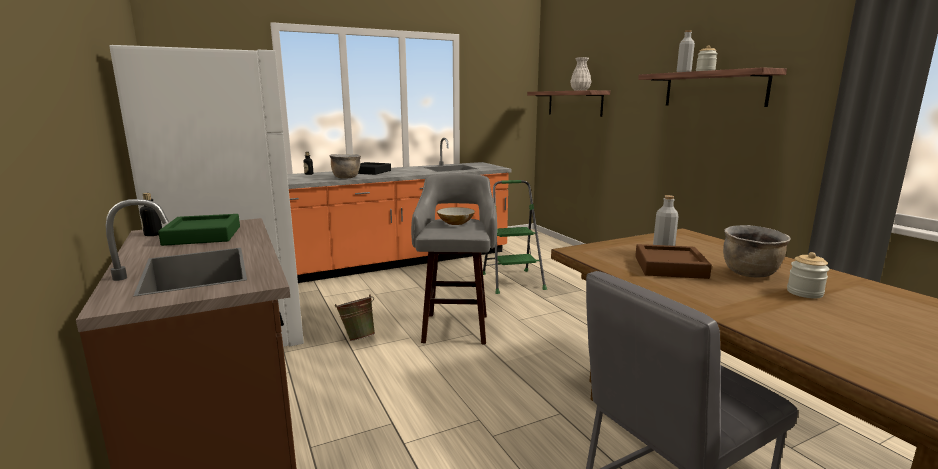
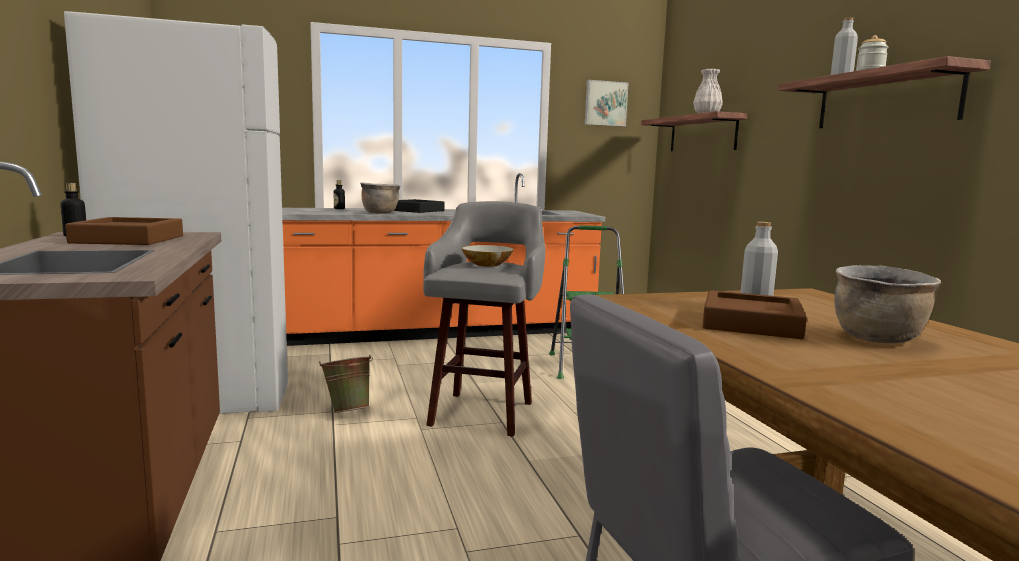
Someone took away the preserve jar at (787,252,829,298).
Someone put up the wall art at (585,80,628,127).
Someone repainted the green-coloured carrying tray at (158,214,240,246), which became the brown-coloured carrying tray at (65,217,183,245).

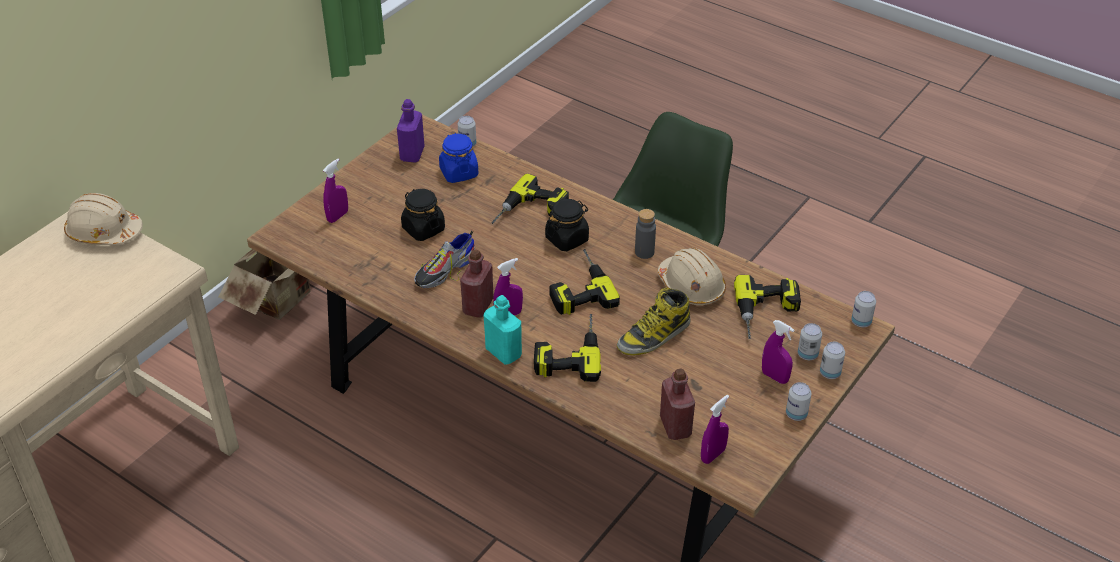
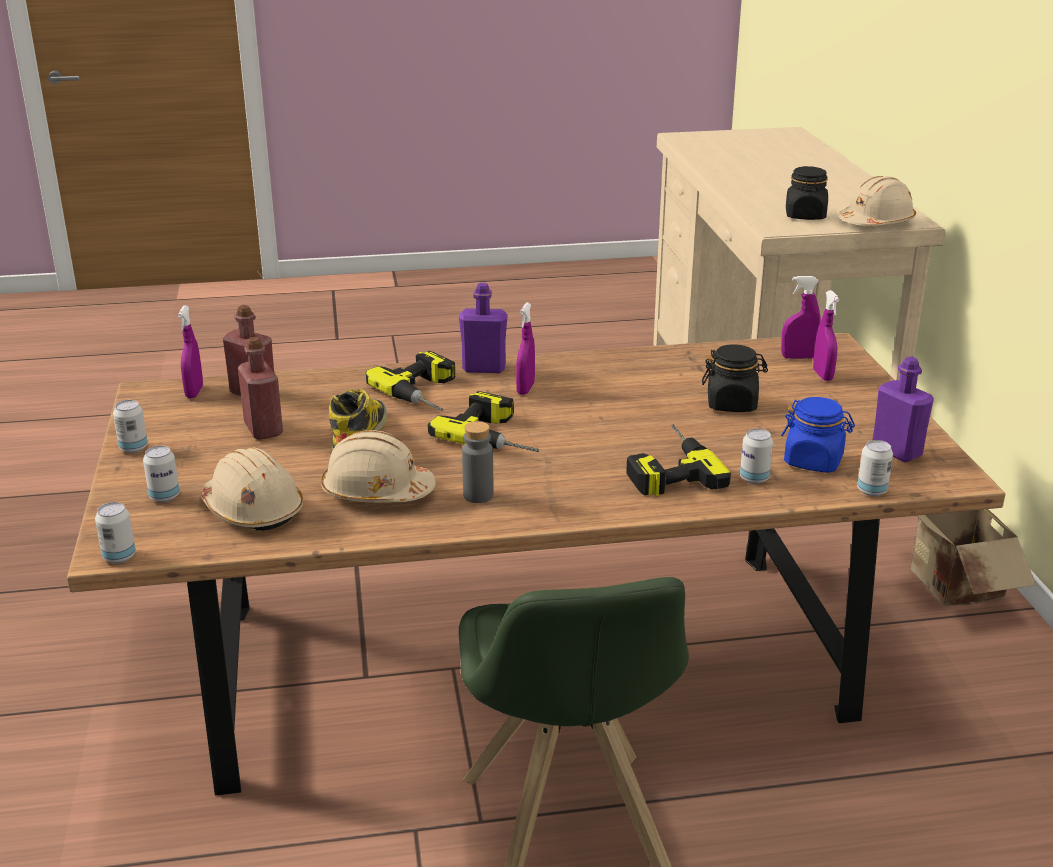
Someone took away the item of footwear at (414,231,475,288).
Someone carried the reddish beverage bottle from (460,249,494,317) to (238,337,283,440).
Someone carried the black preserve jar from (545,199,589,251) to (786,166,828,220).
Someone carried the purple-coloured sprayer from (762,320,795,384) to (781,276,821,359).
Someone carried the sealed can from (820,342,845,379) to (740,429,773,484).
Someone swapped the electric drill at (734,275,801,339) for the beige-coloured hard hat at (200,448,303,531).
Someone repainted the blue-green beverage bottle at (484,295,522,365), which became the purple-coloured beverage bottle at (459,283,508,373).

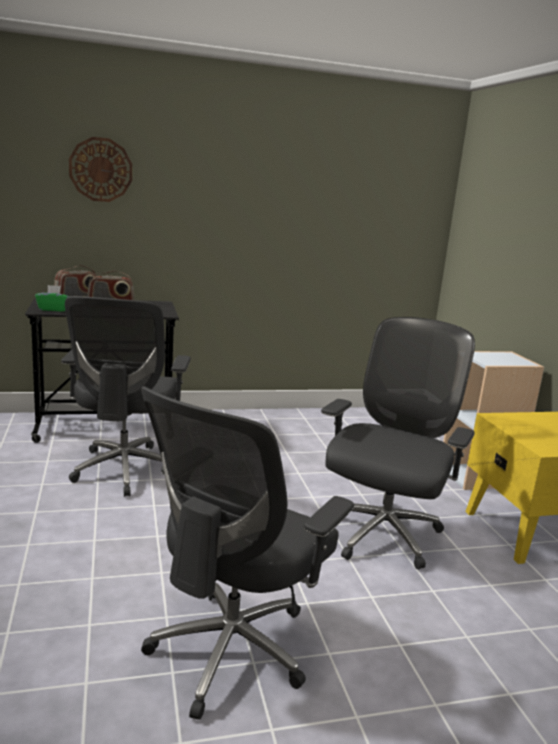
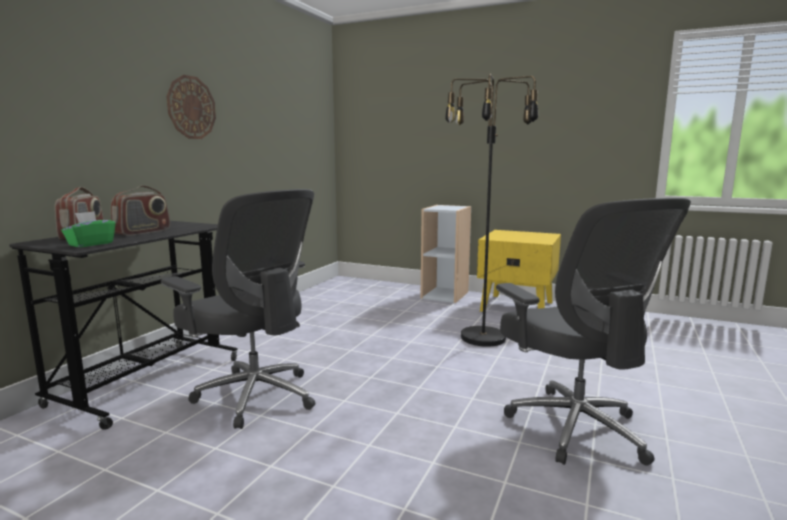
Someone carried the wall clock from (69,137,132,202) to (167,75,216,139).
Someone swapped the office chair at (321,317,475,570) for the standing lamp at (445,74,538,347).

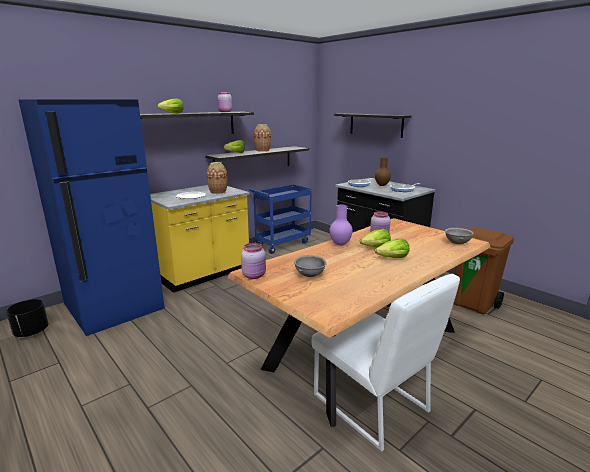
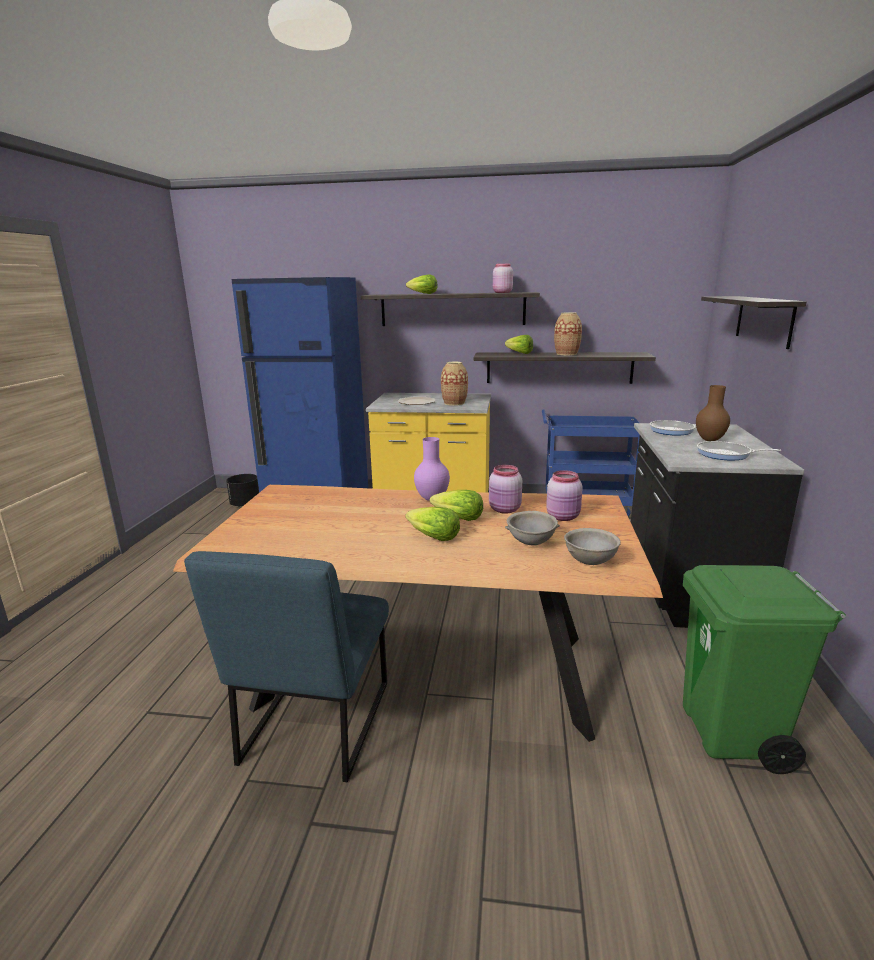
Someone carried the pinkish preserve jar from (241,243,266,279) to (546,470,583,521).
Someone carried the greyish bowl from (294,255,327,277) to (505,511,560,545).
Someone repainted the whitish upright chair at (312,274,460,452), which became the bluish upright chair at (184,551,389,782).
Someone repainted the brown-coloured waste bin at (454,228,514,314), which became the green-coloured waste bin at (683,565,846,774).

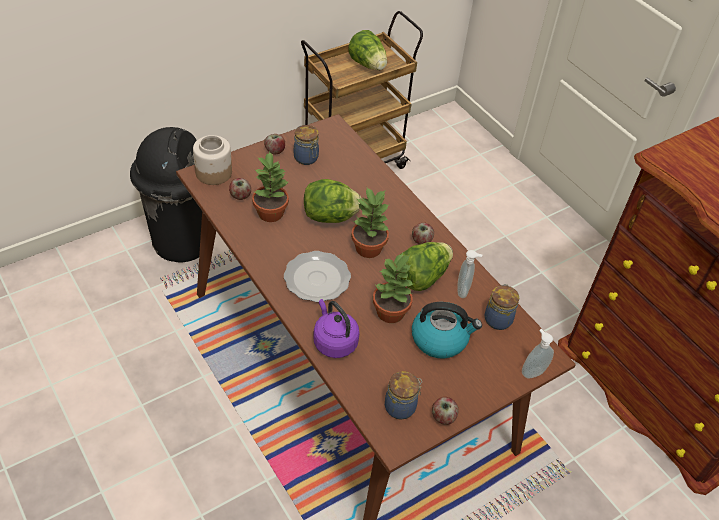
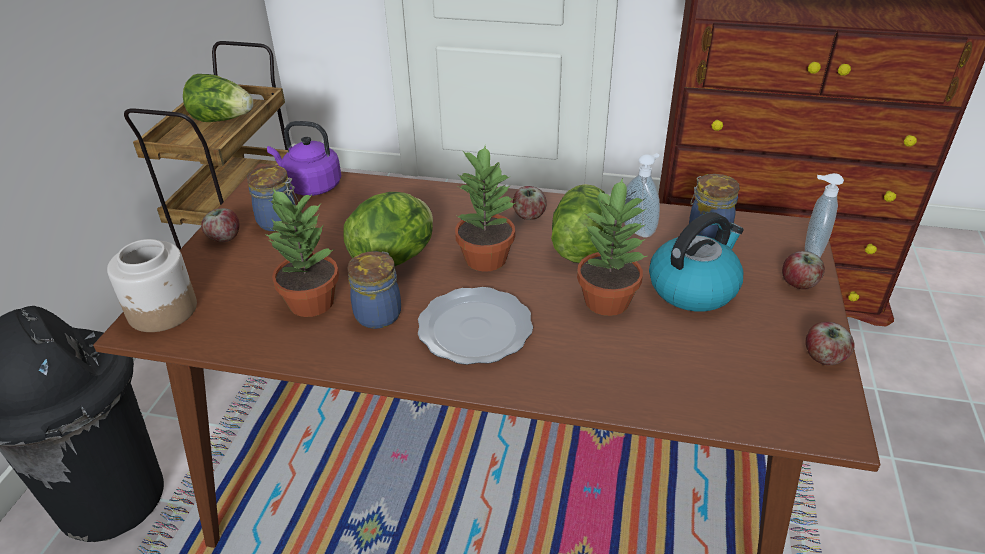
Someone carried the apple fruit from (229,178,251,200) to (782,251,825,289).
Someone carried the purple-coloured water kettle from (313,299,360,358) to (267,121,341,196).
Someone carried the preserve jar from (385,371,422,420) to (347,251,401,329).

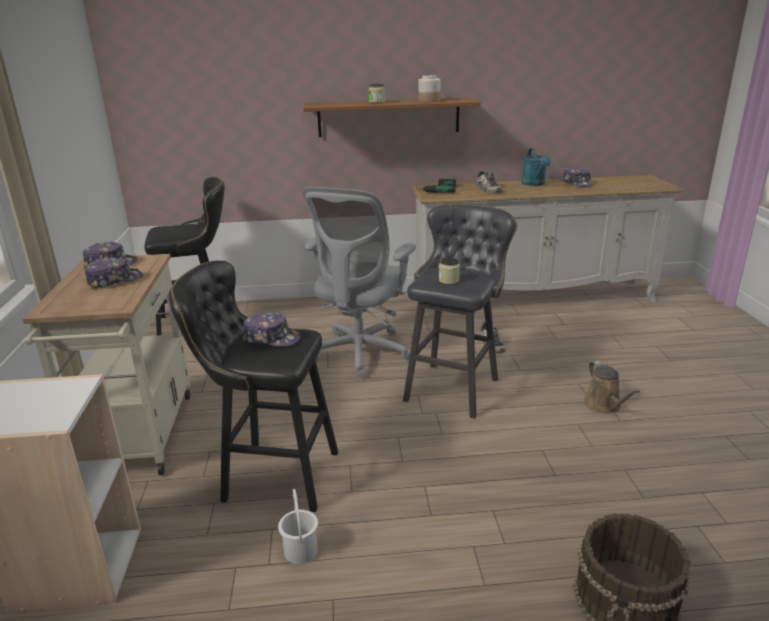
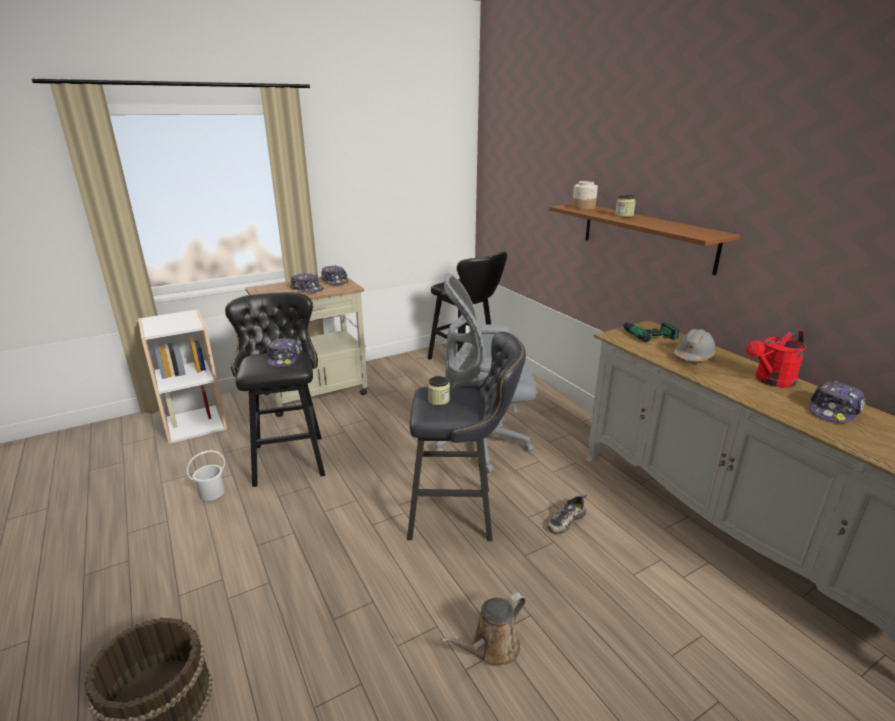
Someone carried the preserve jar from (418,75,440,102) to (572,181,598,210).
Someone swapped the item of footwear at (476,170,502,194) for the greyish hard hat at (673,329,716,361).
Someone repainted the blue-green sprinkling can at (522,148,551,186), which became the reddish sprinkling can at (746,329,806,388).

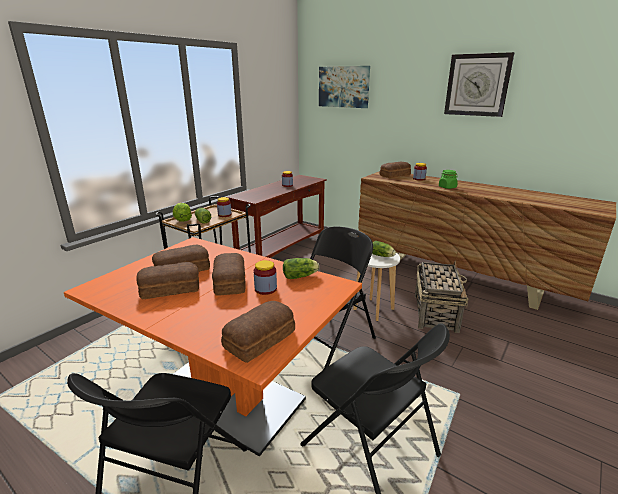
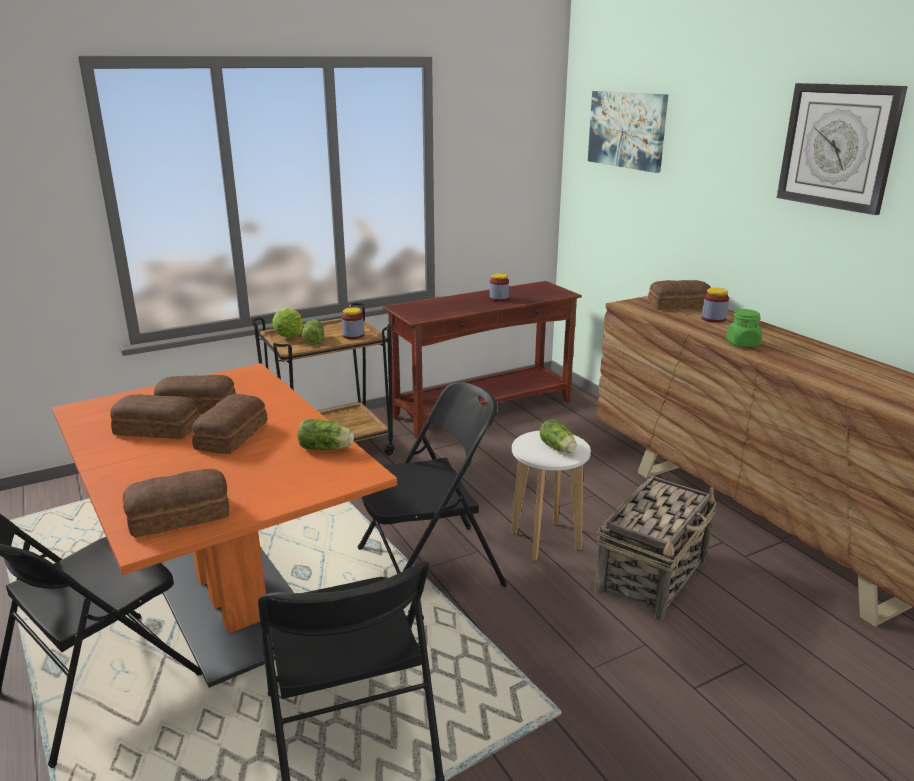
Someone took away the preserve jar at (254,260,277,295).

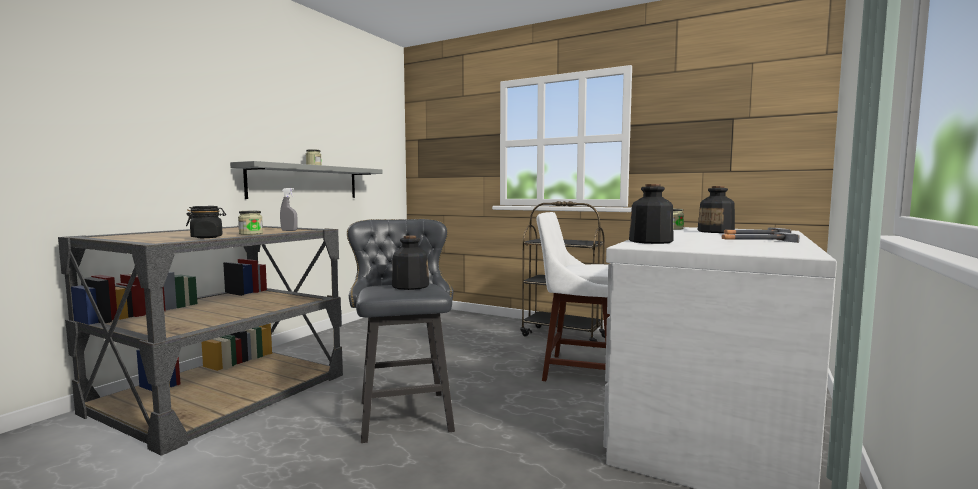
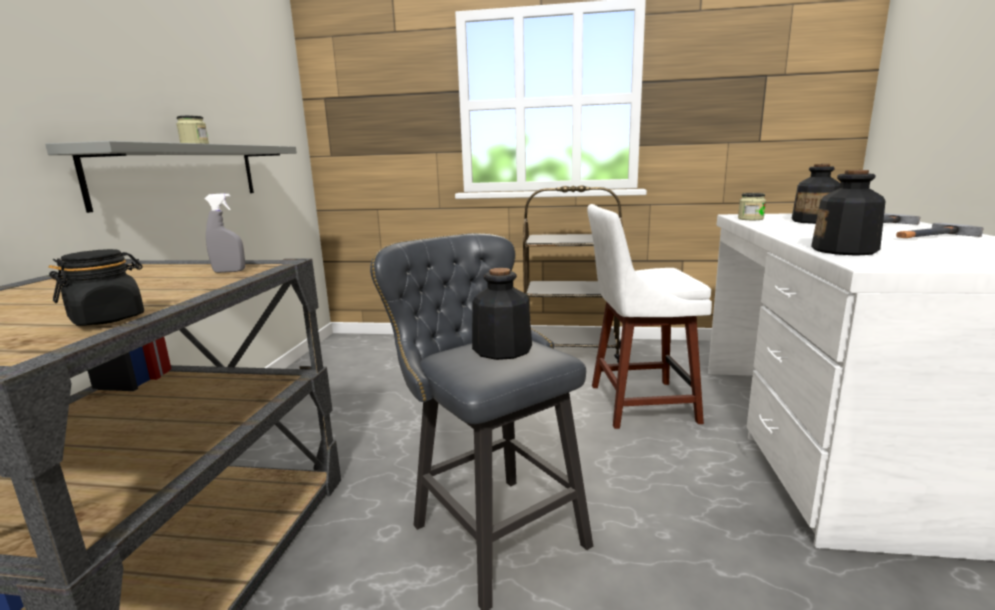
Someone took away the preserve jar at (238,211,263,235).

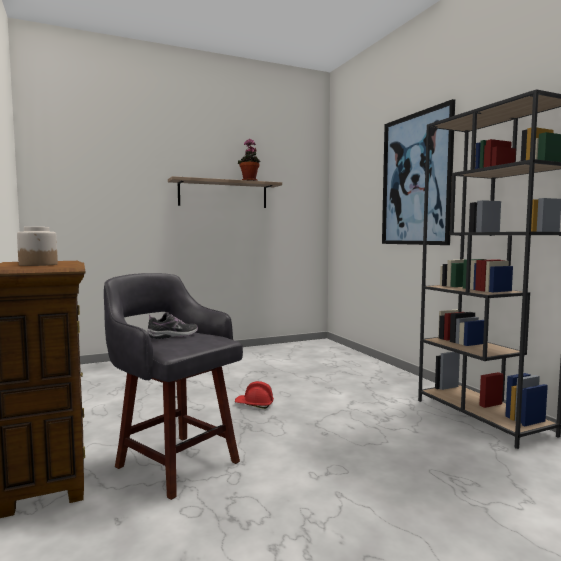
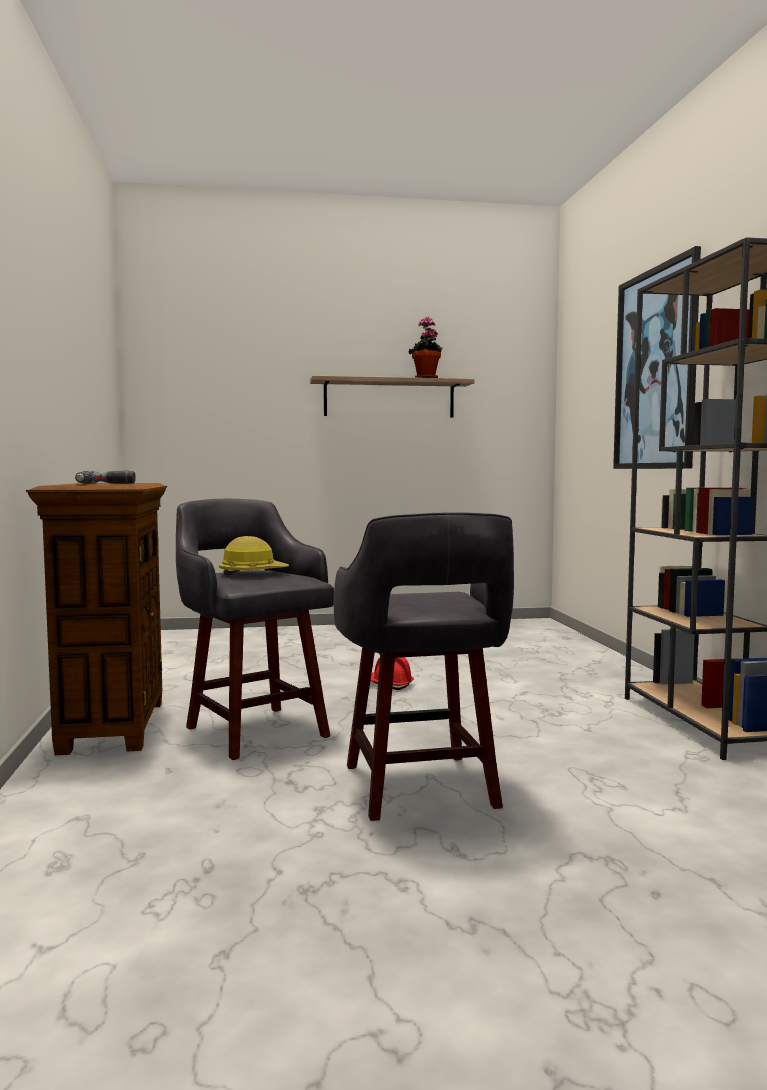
Someone put down the greyish stool seat at (333,512,514,821).
Someone swapped the preserve jar at (17,227,58,266) for the electric drill at (75,470,136,484).
Someone swapped the item of footwear at (147,312,198,339) for the hard hat at (219,536,289,575).

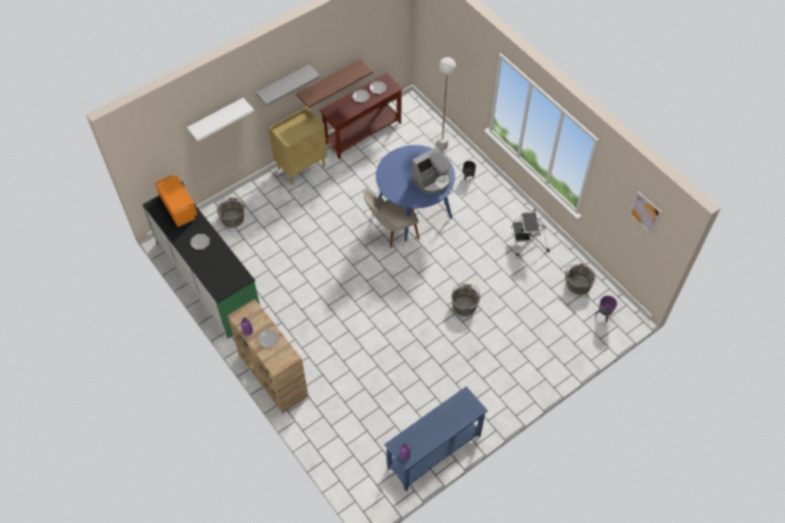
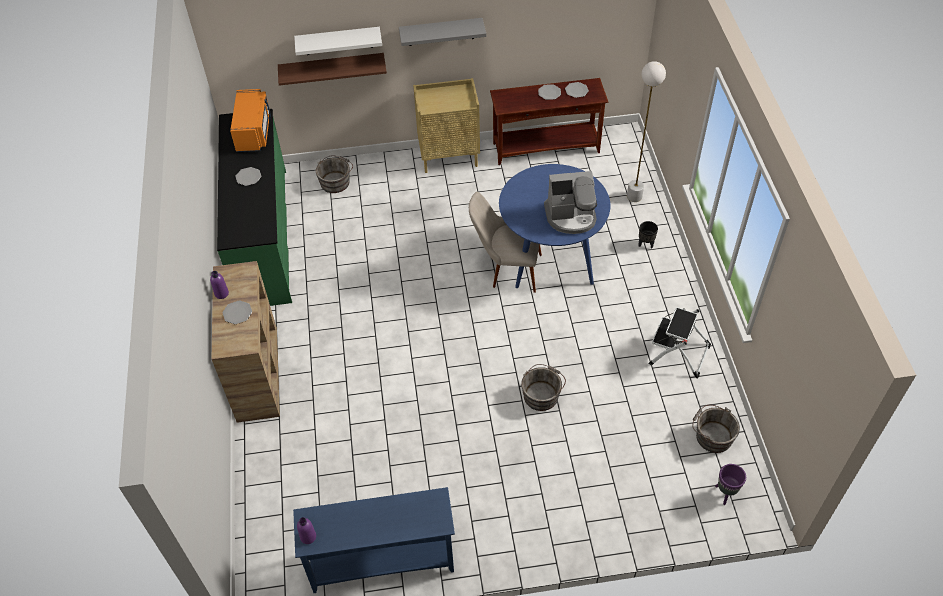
Someone took away the wall art at (629,191,661,235).
Someone carried the wall shelf from (296,60,373,108) to (278,53,387,86).

